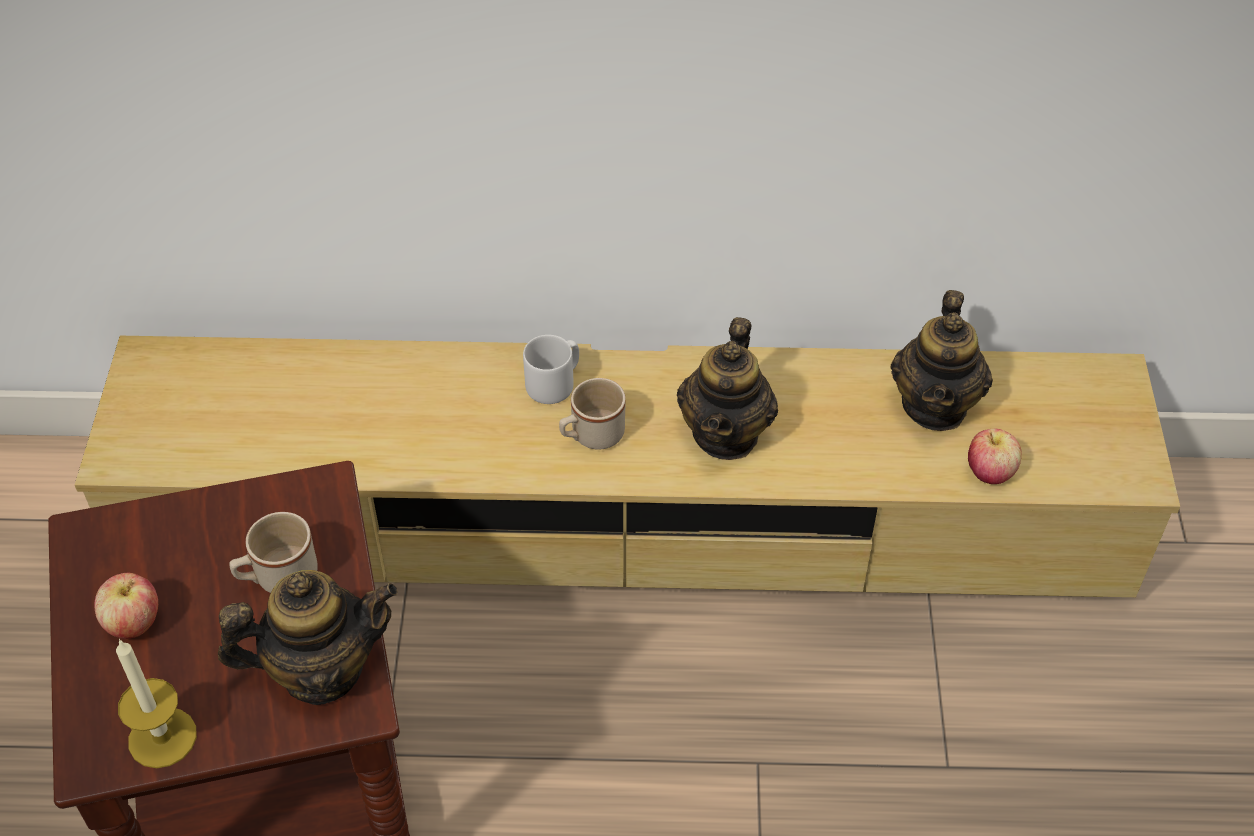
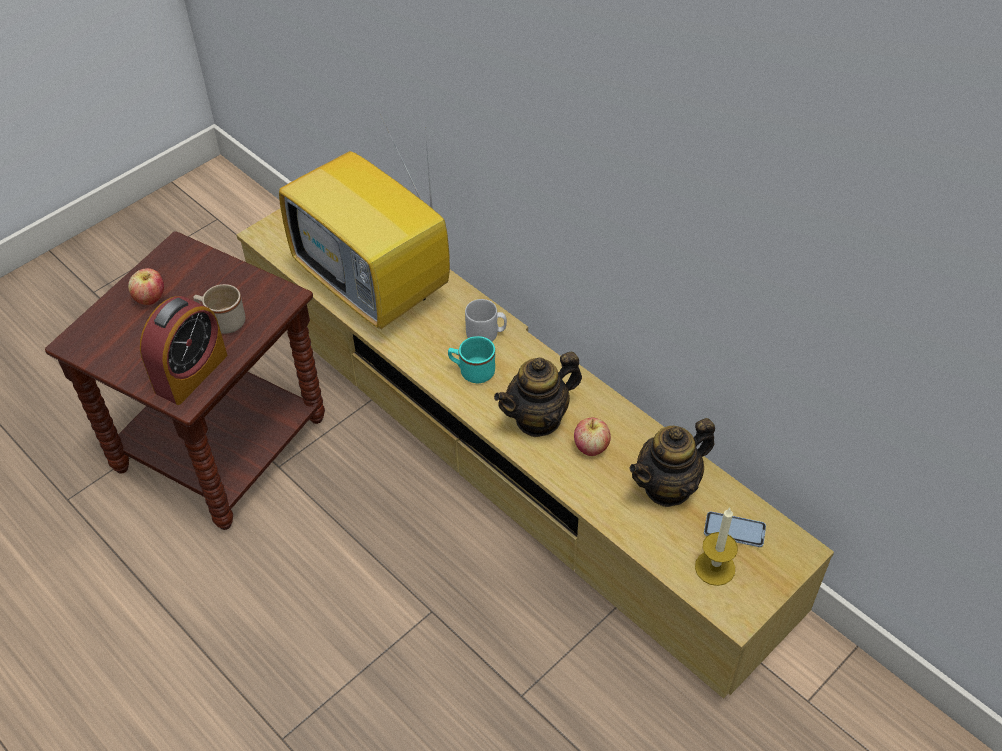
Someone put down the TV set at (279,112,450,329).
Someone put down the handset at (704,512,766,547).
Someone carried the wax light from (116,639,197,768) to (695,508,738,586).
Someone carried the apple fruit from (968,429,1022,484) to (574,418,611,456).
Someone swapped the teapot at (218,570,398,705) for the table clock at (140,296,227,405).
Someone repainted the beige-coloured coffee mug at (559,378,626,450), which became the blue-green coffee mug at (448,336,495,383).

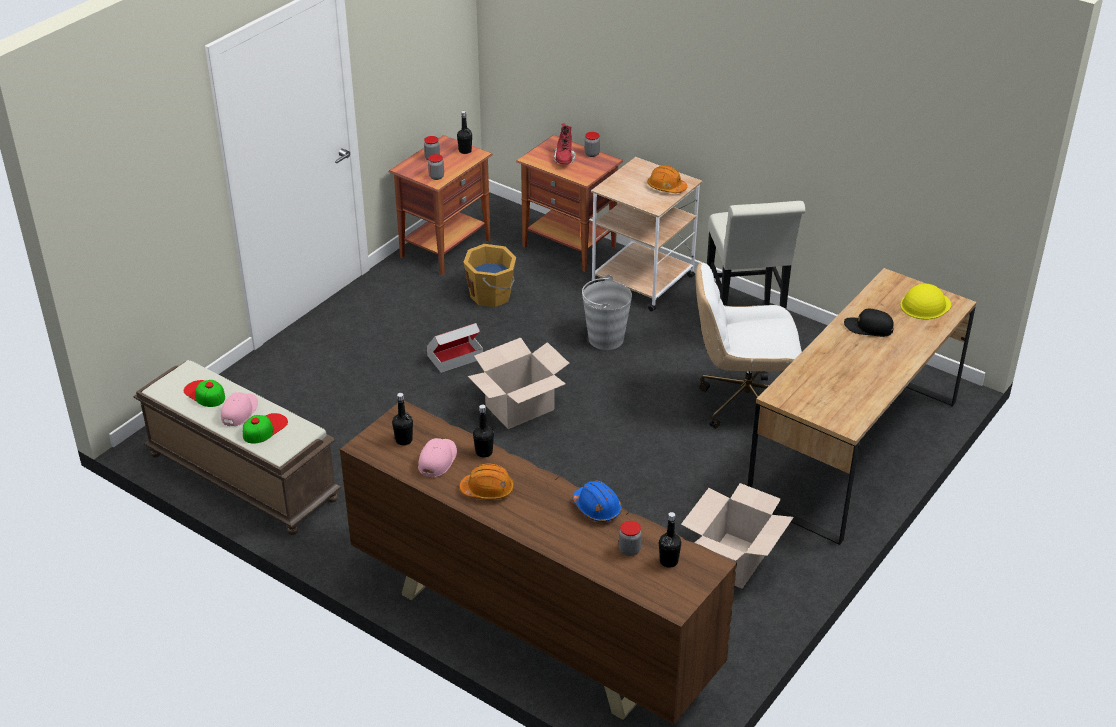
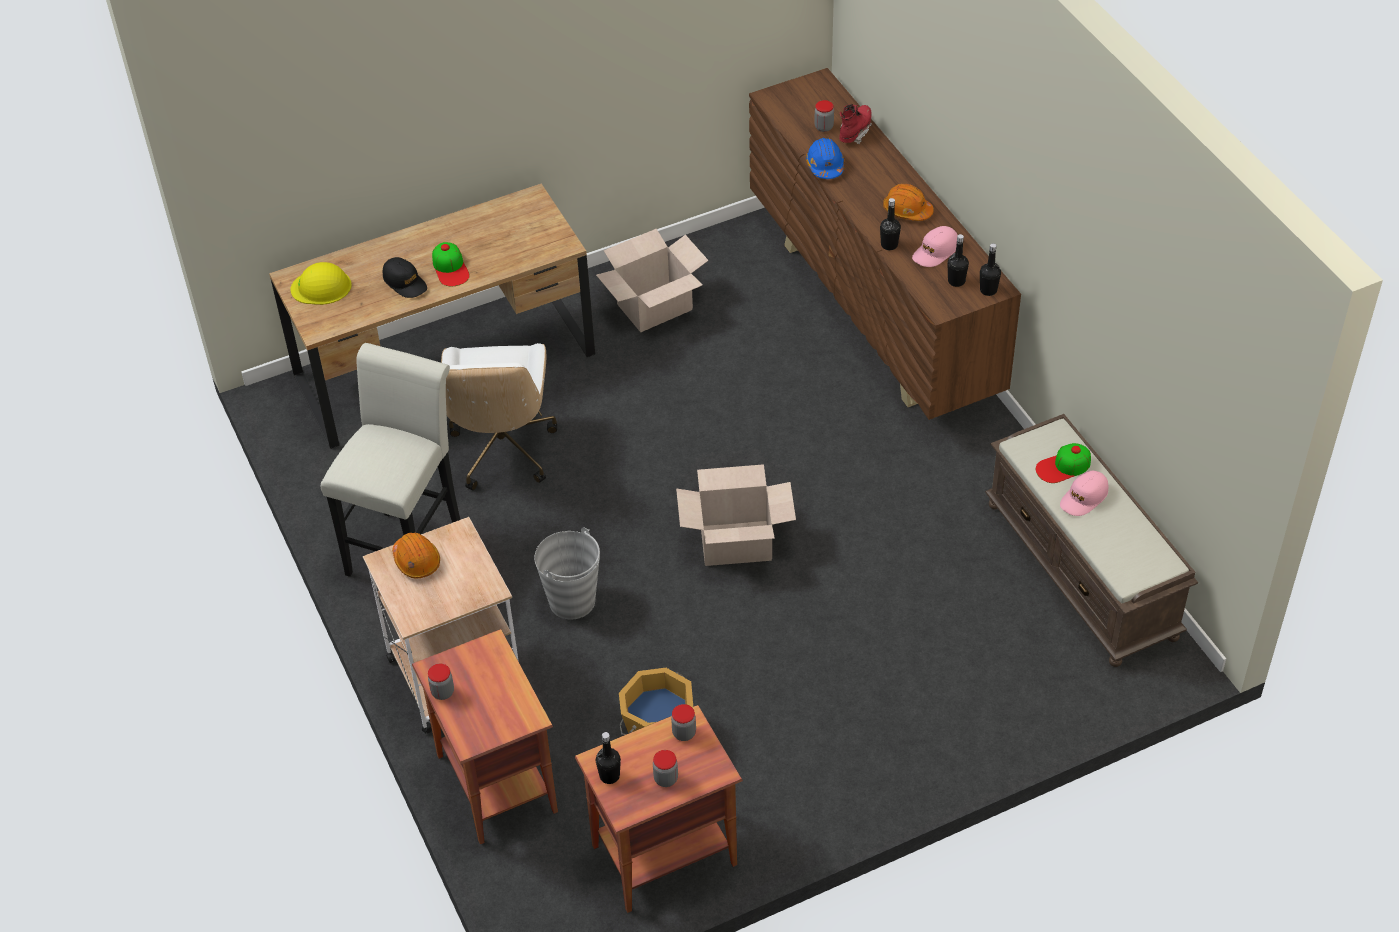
Someone took away the cardboard box at (427,323,483,373).
Someone carried the cap from (184,380,225,407) to (432,242,470,287).
Someone carried the reddish tall boot from (554,123,576,164) to (839,104,872,144).
Someone carried the black beverage bottle from (659,512,682,568) to (980,243,1001,296).
Someone rotated the whitish office chair at (696,262,802,429) by 60 degrees clockwise.

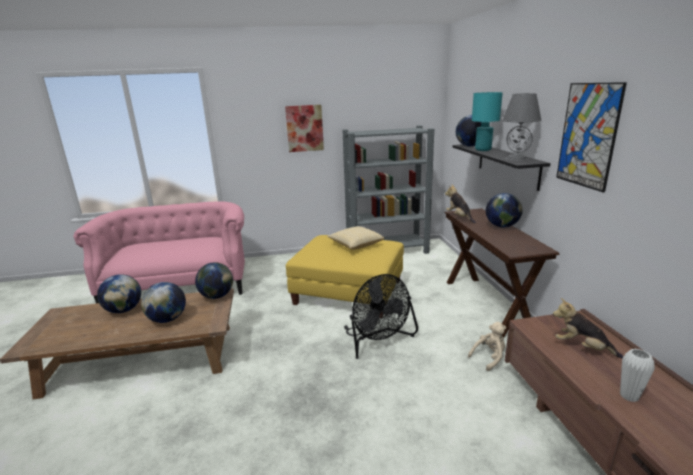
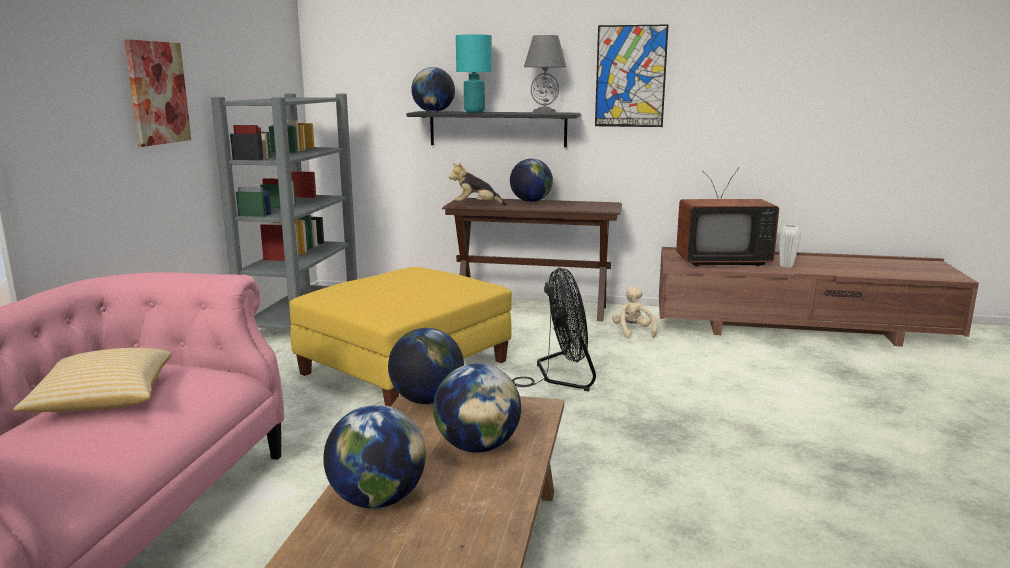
Someone carried the pillow from (327,226,384,250) to (14,348,171,412).
Someone swapped the plush toy at (553,298,623,358) for the TV set at (676,167,779,266).

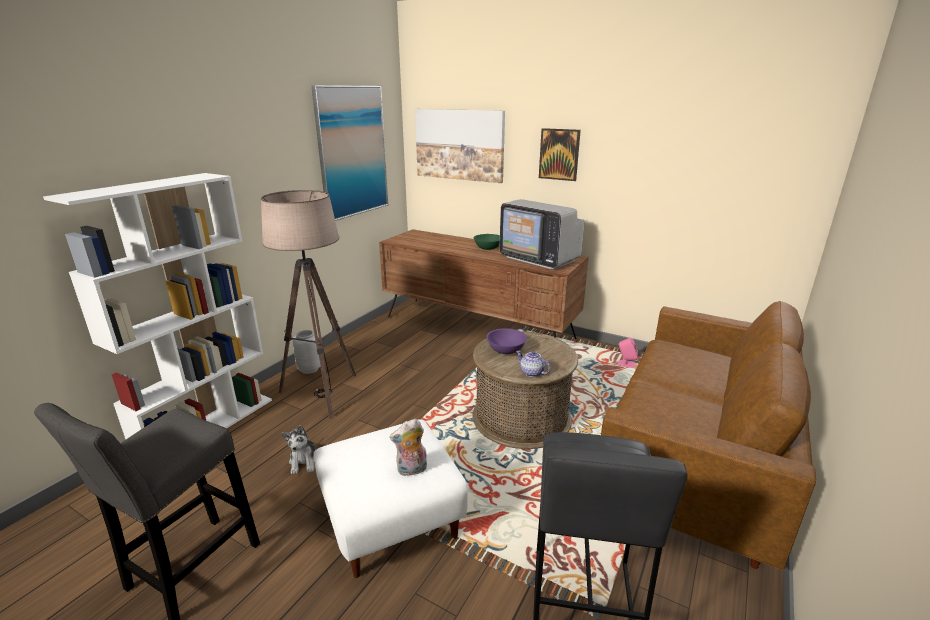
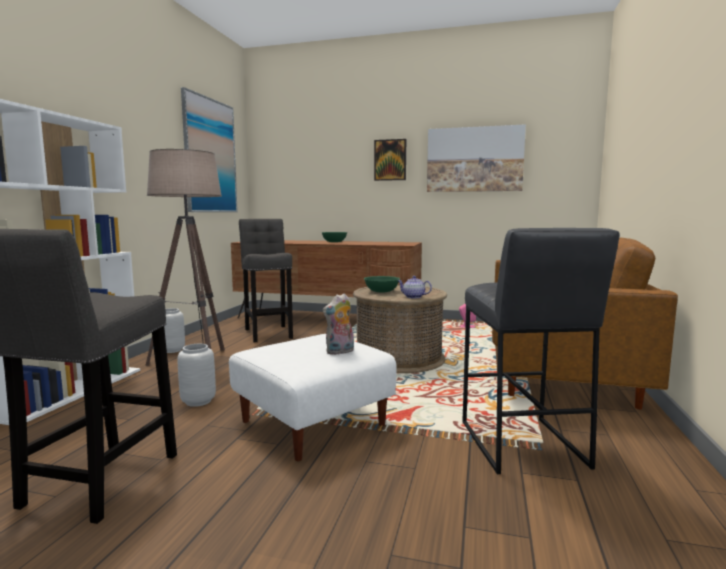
Someone took away the TV set at (500,200,585,269).
Someone put down the greyish stool seat at (239,219,293,342).
Someone carried the wall art from (415,109,505,183) to (427,124,526,192).
Someone swapped the plush toy at (282,425,316,474) for the greyish flower vase at (178,344,216,407).
Someone repainted the purple-coloured bowl at (486,328,527,354), which became the green-coloured bowl at (364,276,400,292).

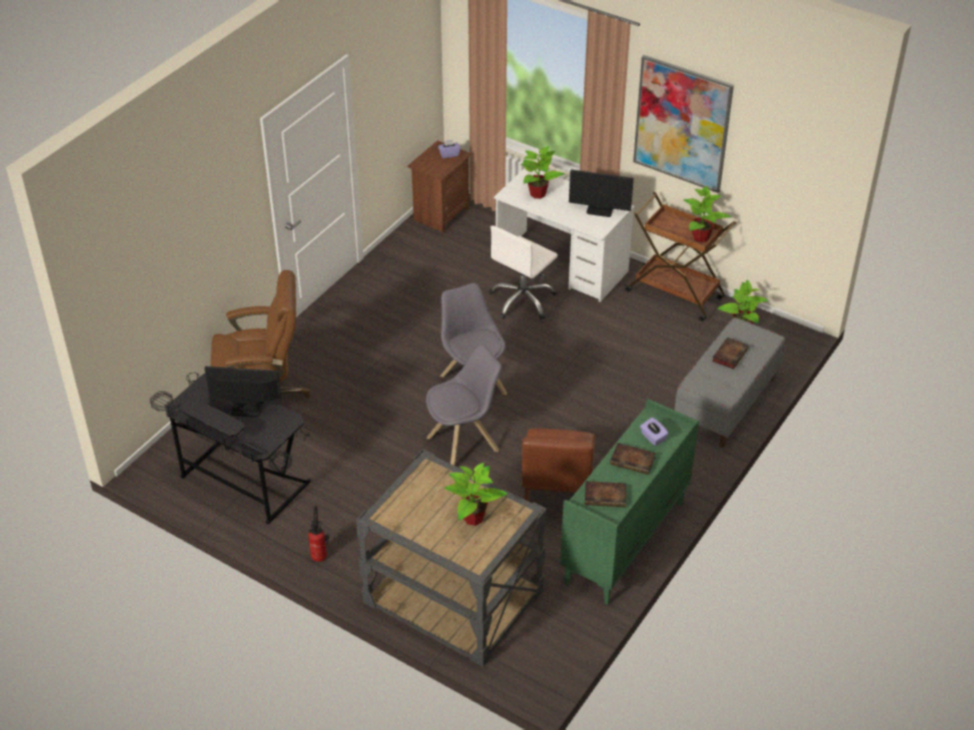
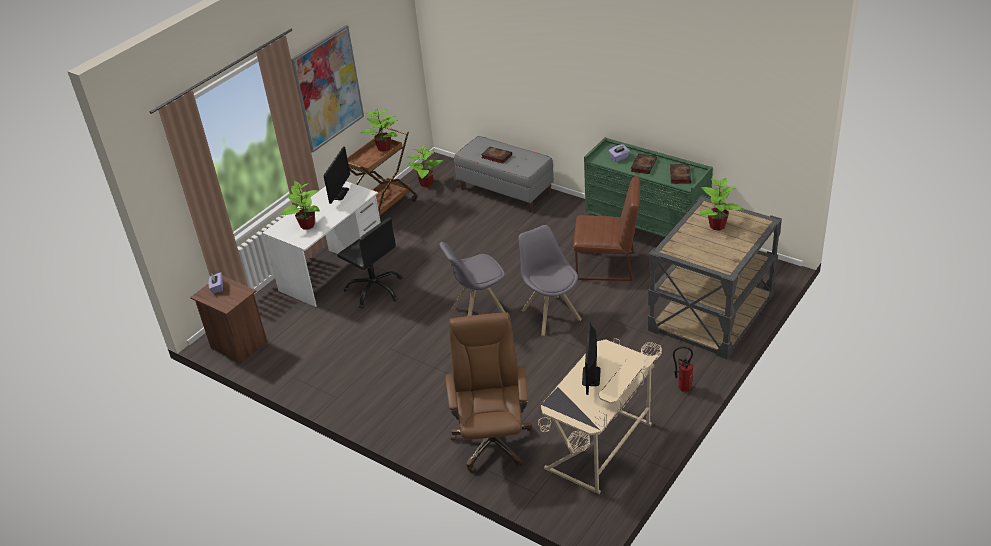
Someone repainted the black desk table at (150,373,311,524), which became the beige-coloured desk table at (538,338,662,494).
Someone repainted the whitish office chair at (489,225,558,320), which became the black office chair at (337,217,402,309).

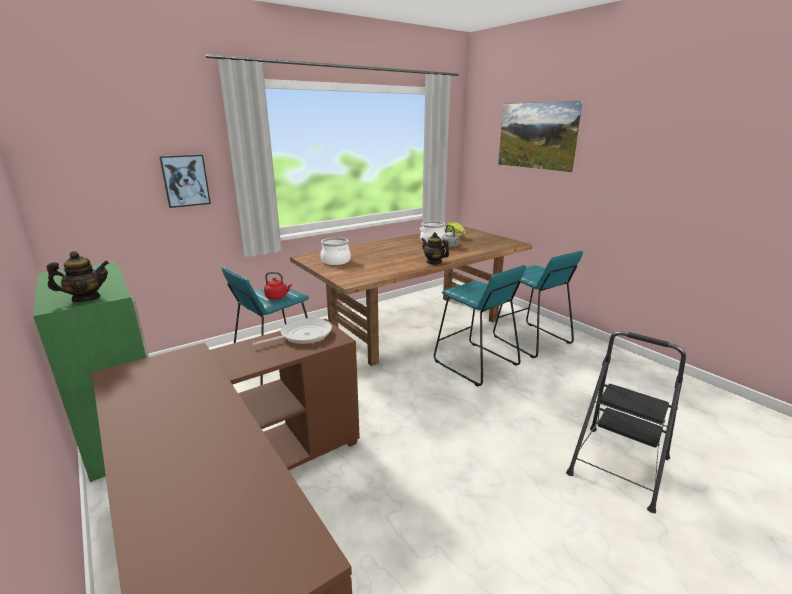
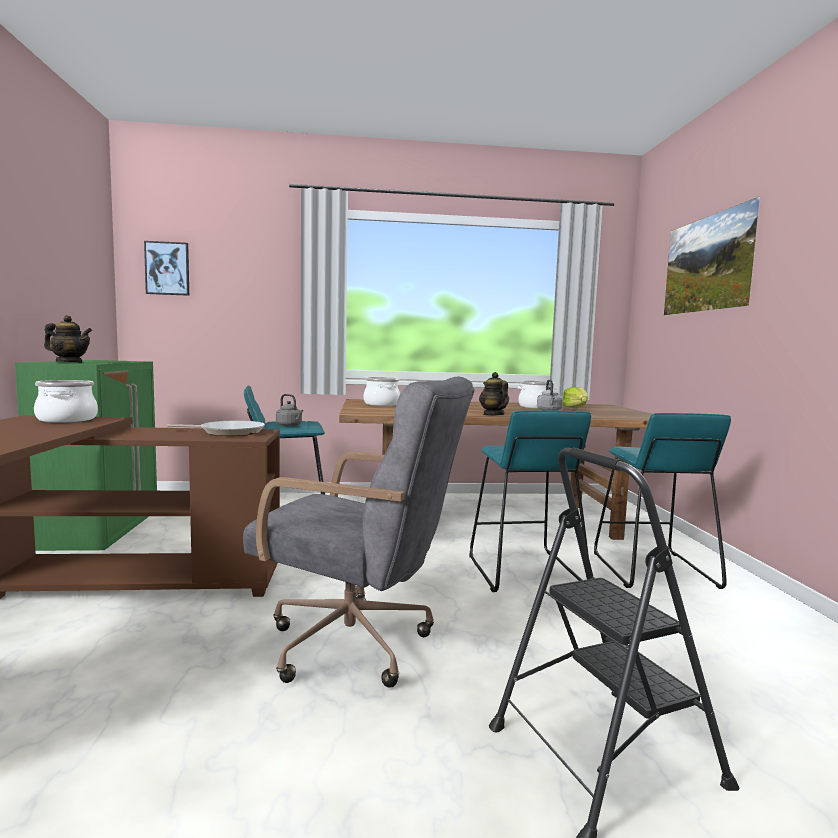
Someone put down the stockpot at (34,380,98,423).
Someone put down the greyish office chair at (243,377,474,688).
Someone carried the wall art from (159,154,211,208) to (144,241,189,296).
Someone repainted the reddish water kettle at (264,272,292,299), which became the greyish water kettle at (276,394,303,427).

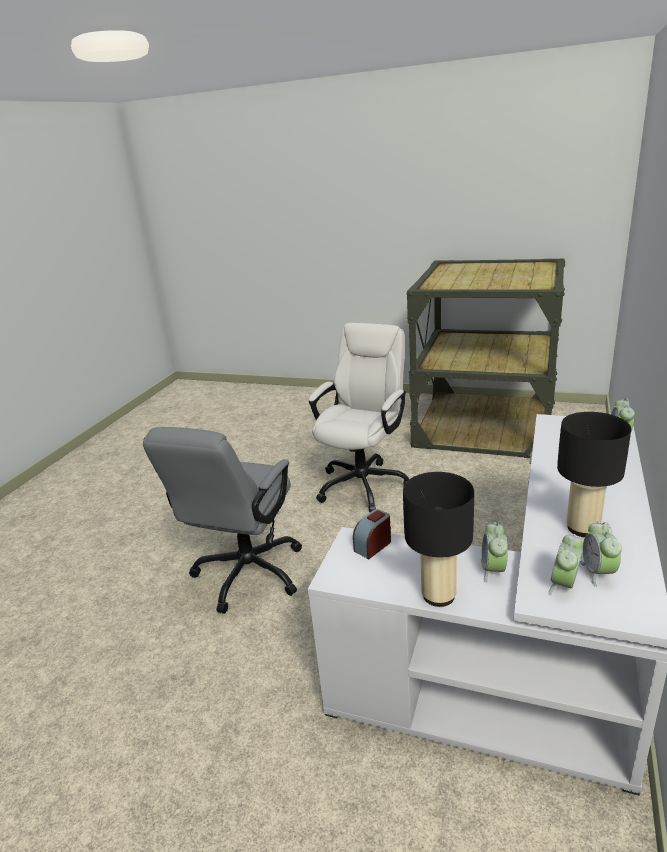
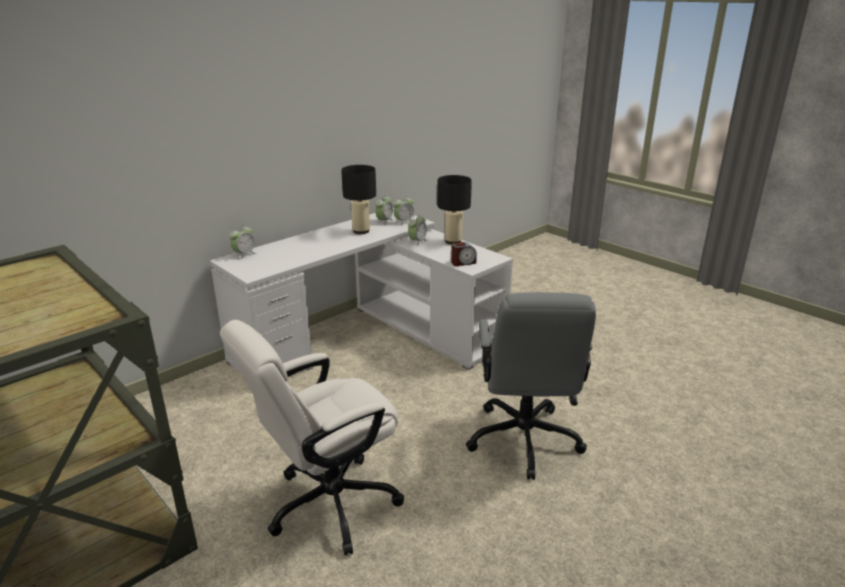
Someone rotated the greyish office chair at (143,427,302,614) by 135 degrees clockwise.

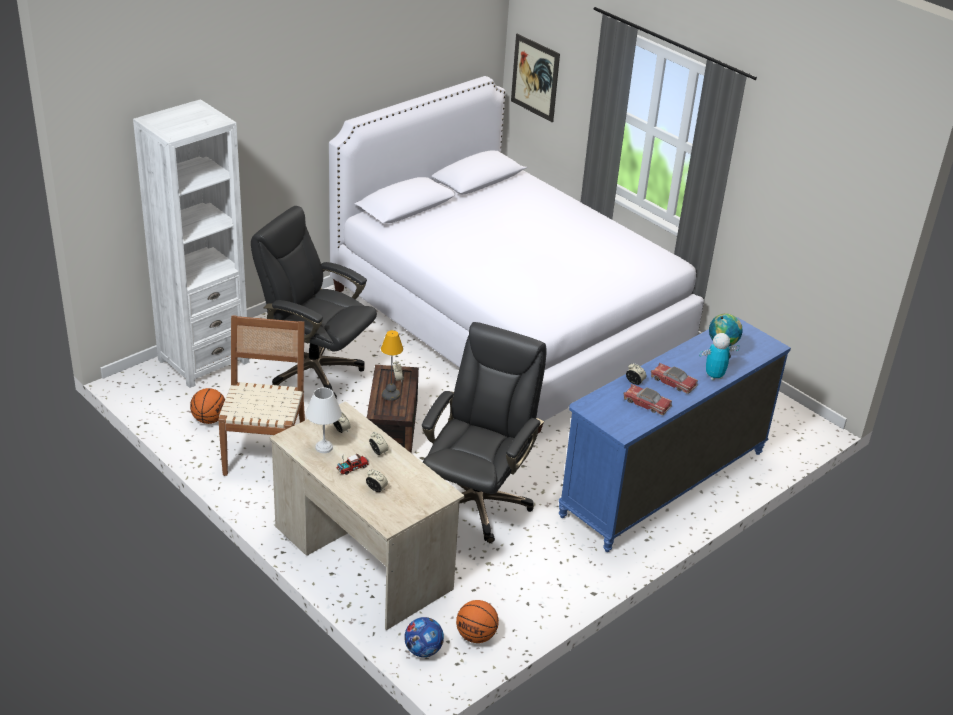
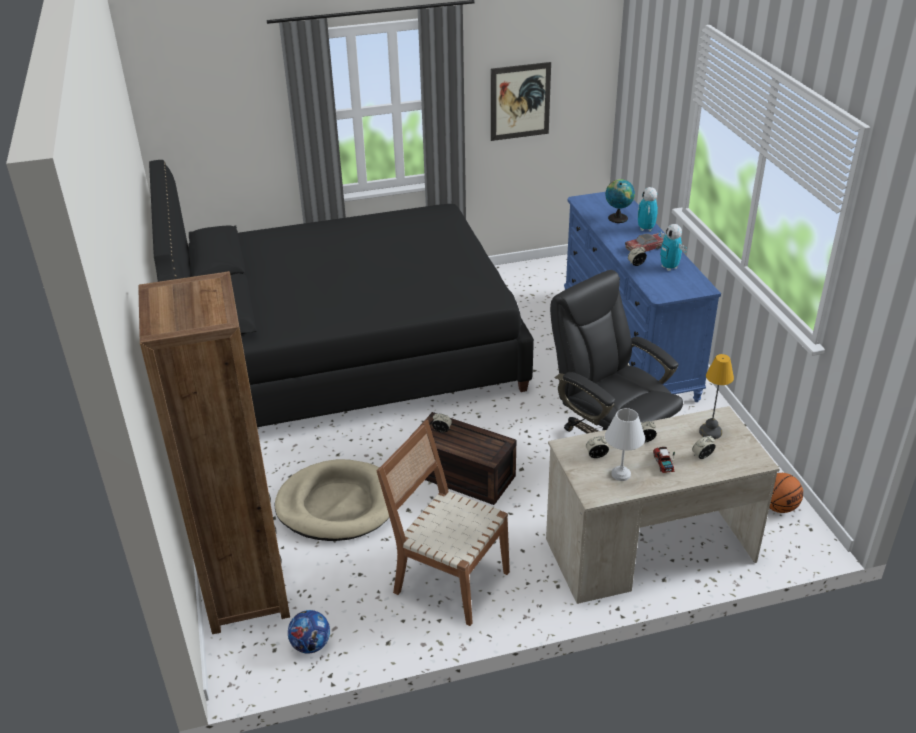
Someone took away the ball for basketball at (190,388,225,424).
Someone carried the table lamp from (381,330,403,401) to (699,354,734,439).
Someone carried the football ball from (404,617,444,657) to (288,610,330,654).
Someone carried the wall art from (511,34,560,122) to (491,62,551,141).
Someone swapped the black office chair at (251,206,377,398) for the beige-coloured dog cushion at (275,459,390,541).
Someone swapped the miniature car at (623,384,672,415) for the robot figure at (659,224,687,271).
Someone repainted the whitish shelving unit at (133,99,249,388), which became the brown-coloured shelving unit at (138,271,290,634).
Someone repainted the whitish sleeping bed at (329,76,704,433), which became the black sleeping bed at (149,160,534,427).

